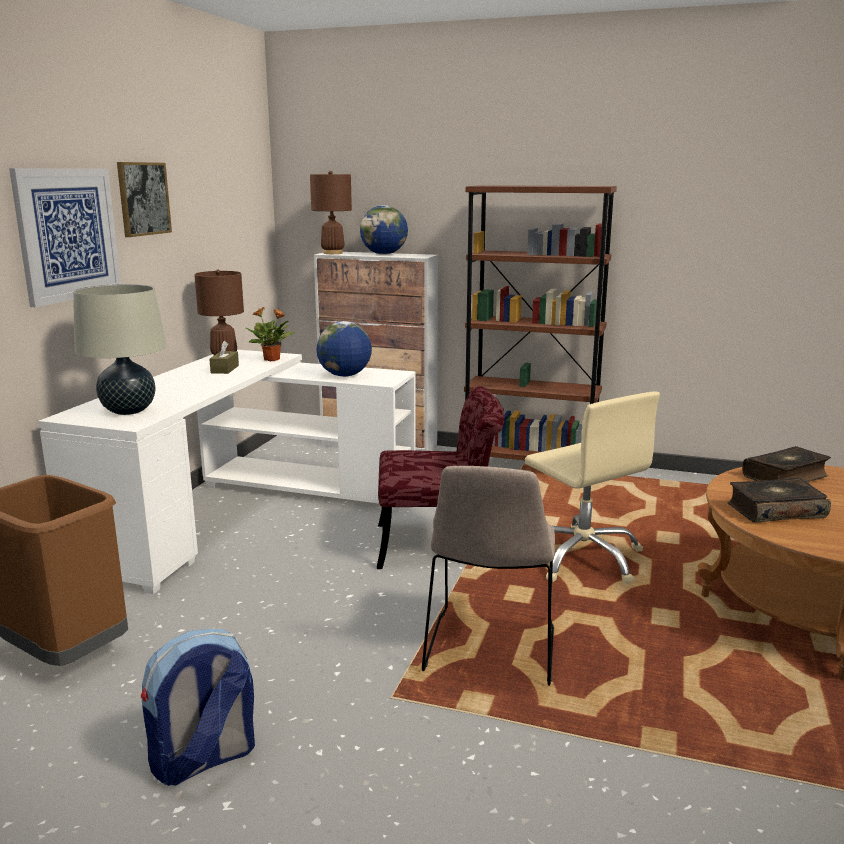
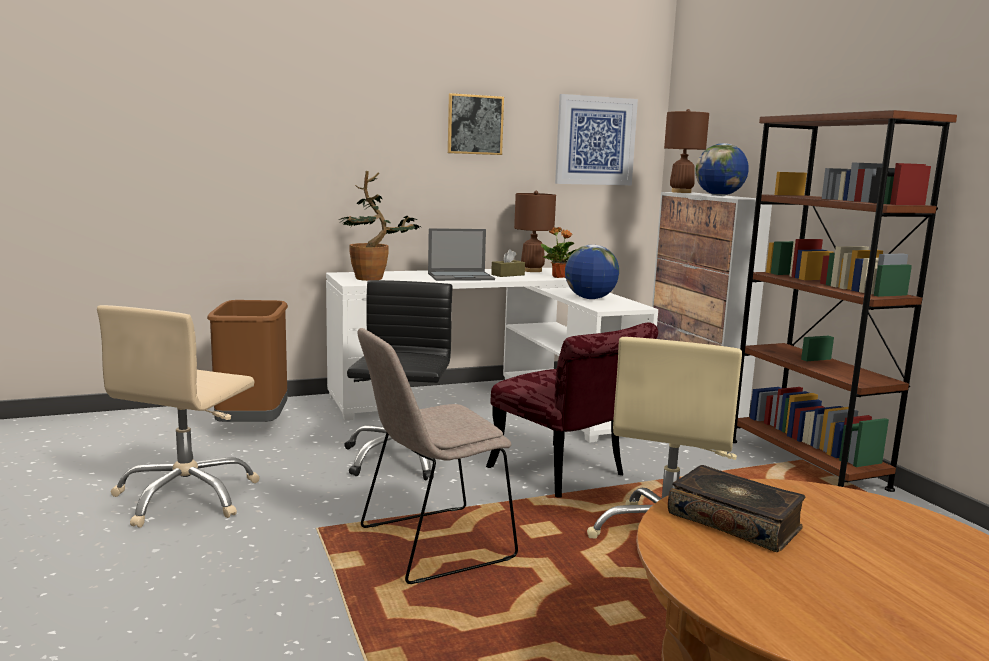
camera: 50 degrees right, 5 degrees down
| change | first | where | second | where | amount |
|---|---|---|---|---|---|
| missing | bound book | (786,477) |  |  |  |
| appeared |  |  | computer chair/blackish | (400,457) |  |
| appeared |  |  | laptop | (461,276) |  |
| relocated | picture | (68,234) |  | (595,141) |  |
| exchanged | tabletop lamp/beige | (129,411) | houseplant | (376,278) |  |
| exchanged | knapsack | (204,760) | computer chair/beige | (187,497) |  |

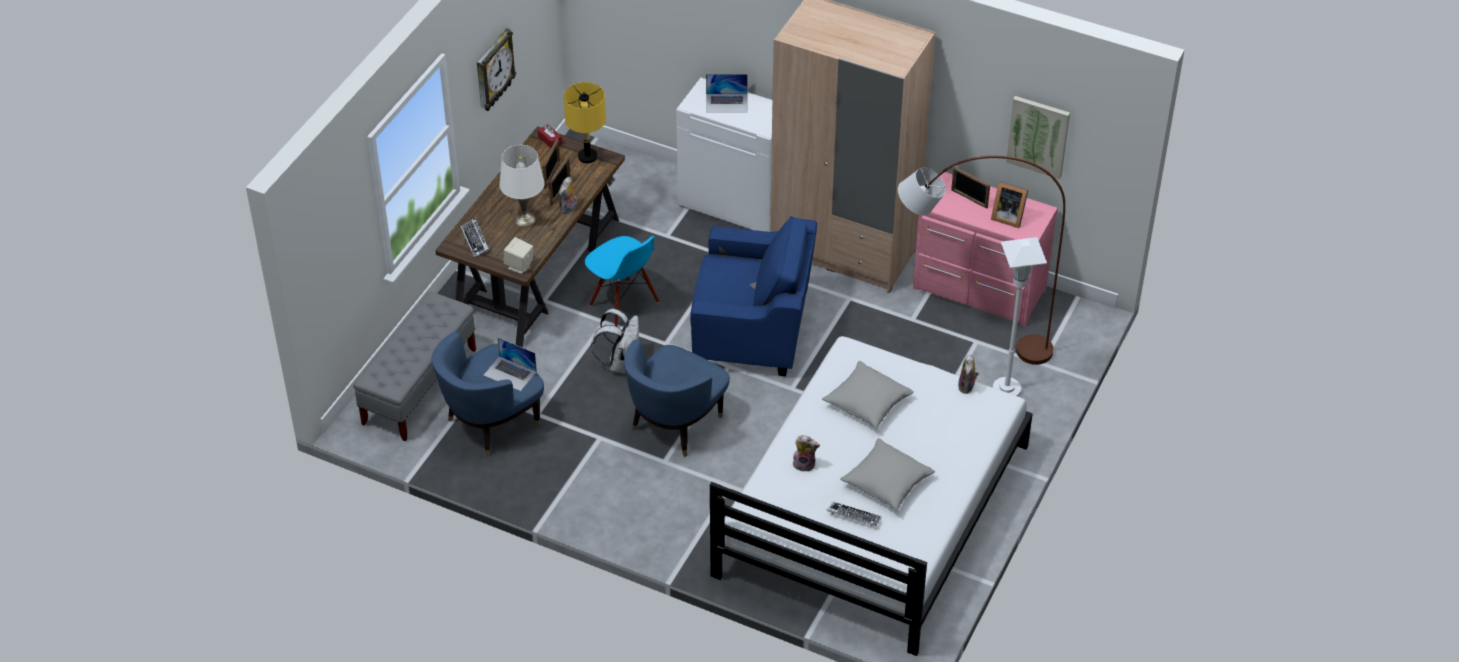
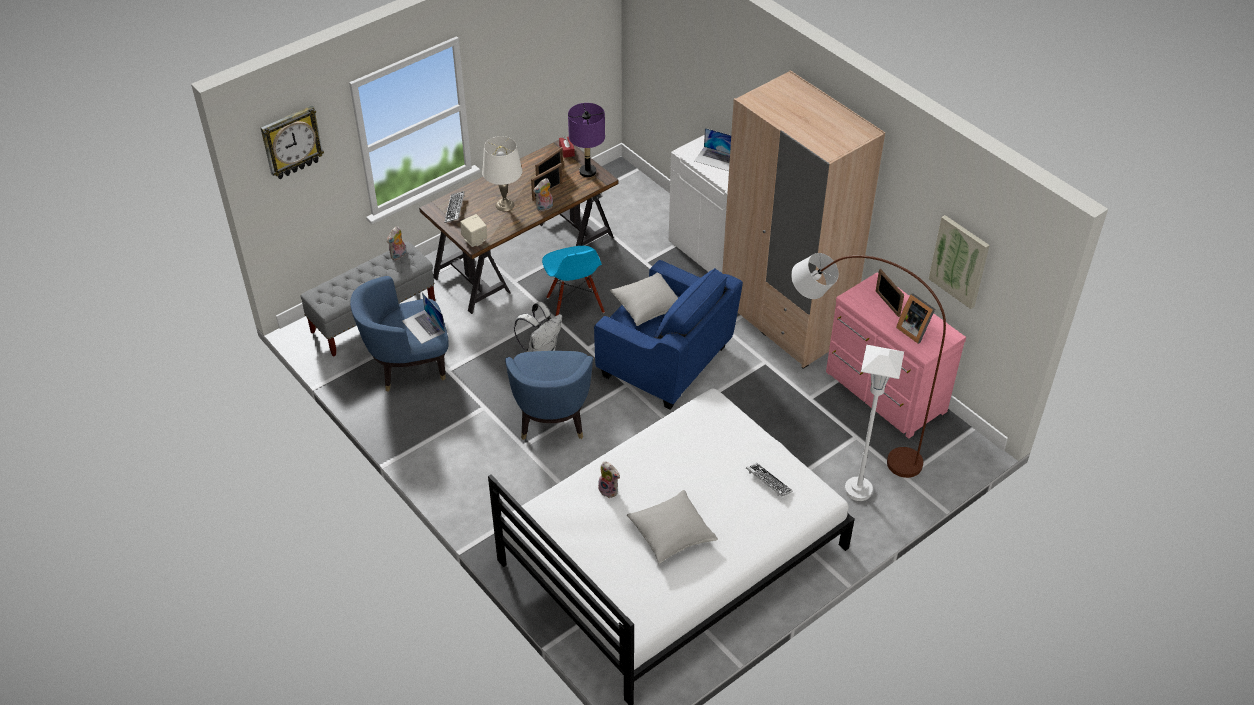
camera: 25 degrees right, 0 degrees up
| change | first | where | second | where | amount |
|---|---|---|---|---|---|
| relocated | hanging clock | (493,70) |  | (291,142) |  |
| relocated | pillow/grey | (867,403) |  | (648,306) |  |
| relocated | keyboard | (853,516) |  | (768,482) |  |
| relocated | cuddly toy | (967,387) |  | (398,255) |  |
| colour | tabletop lamp/yellowish | (587,157) | tabletop lamp/purplish | (588,172) |  |
| spun | lounge chair/blue-coloured | (675,424) |  | (552,418) | 60 degrees counterclockwise |

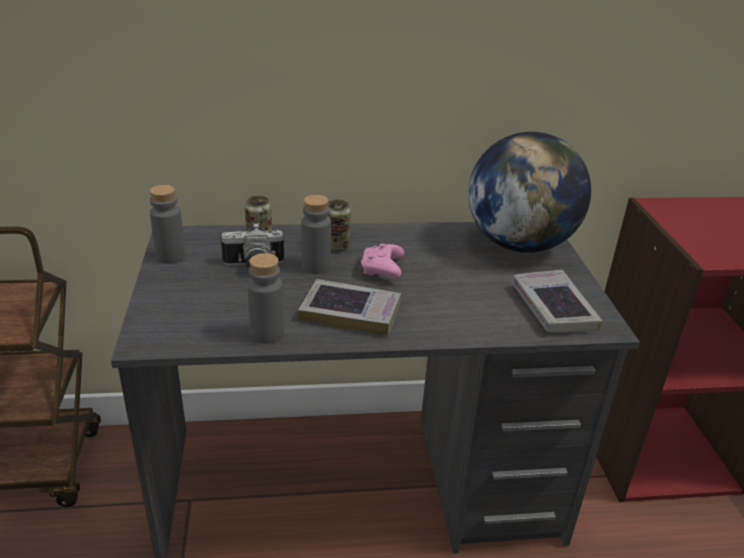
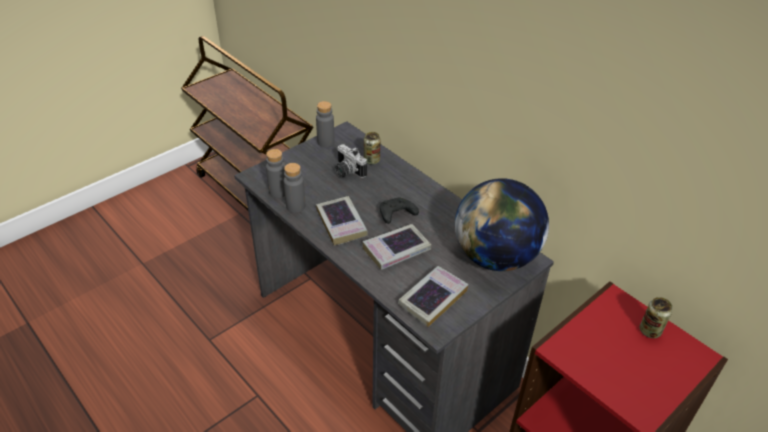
camera: 55 degrees right, 10 degrees up
| change | first | where | second | where | amount |
|---|---|---|---|---|---|
| appeared |  |  | bound book | (396,250) |  |
| relocated | bottle/grey | (316,266) |  | (278,192) |  |
| relocated | metal can | (337,246) |  | (650,331) |  |
| colour | game controller/pinkish | (382,270) | game controller/blackish | (396,215) |  |

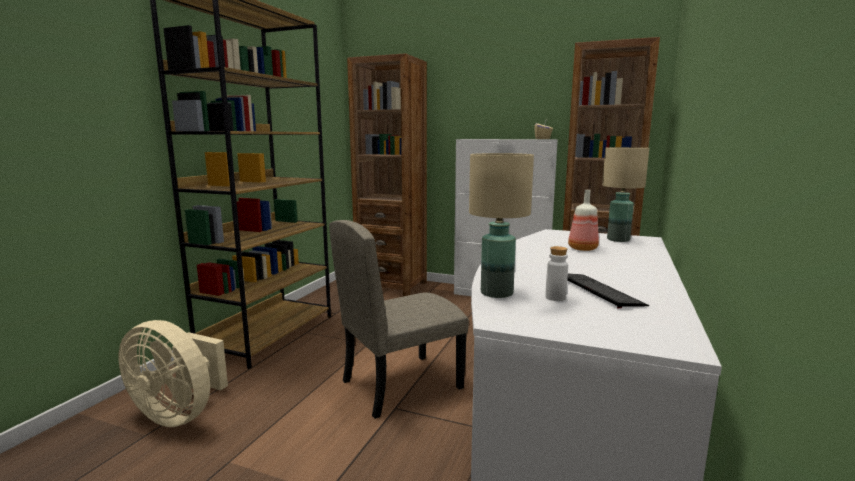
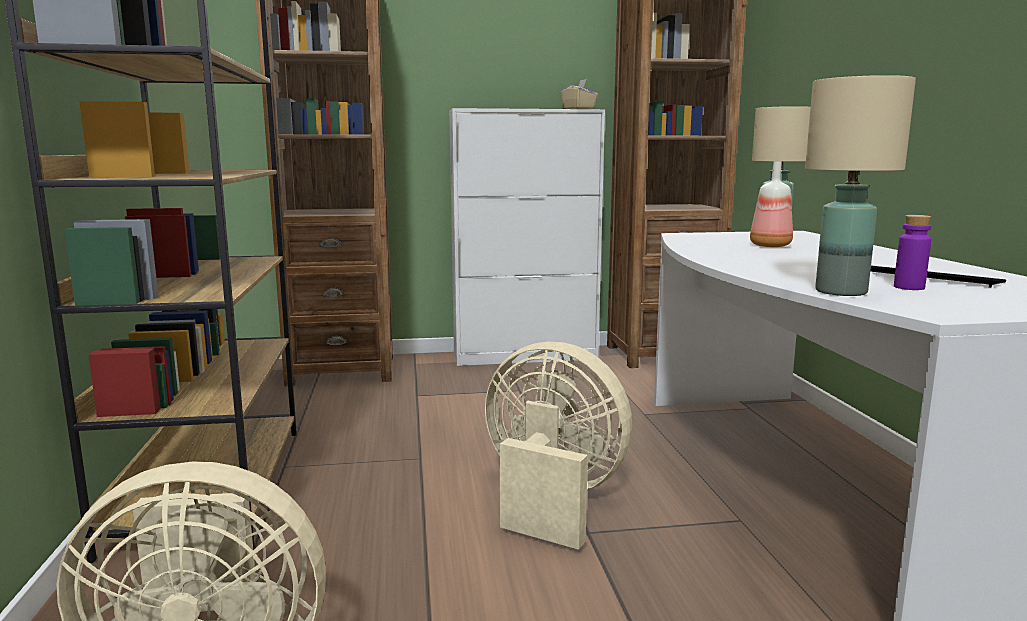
camera: 30 degrees left, 0 degrees up
| change | first | where | second | where | amount |
|---|---|---|---|---|---|
| exchanged | upright chair/beige | (401,384) | electric fan/beige | (551,499) |  |
| colour | bottle/white | (555,297) | bottle/purplish | (909,287) |  |

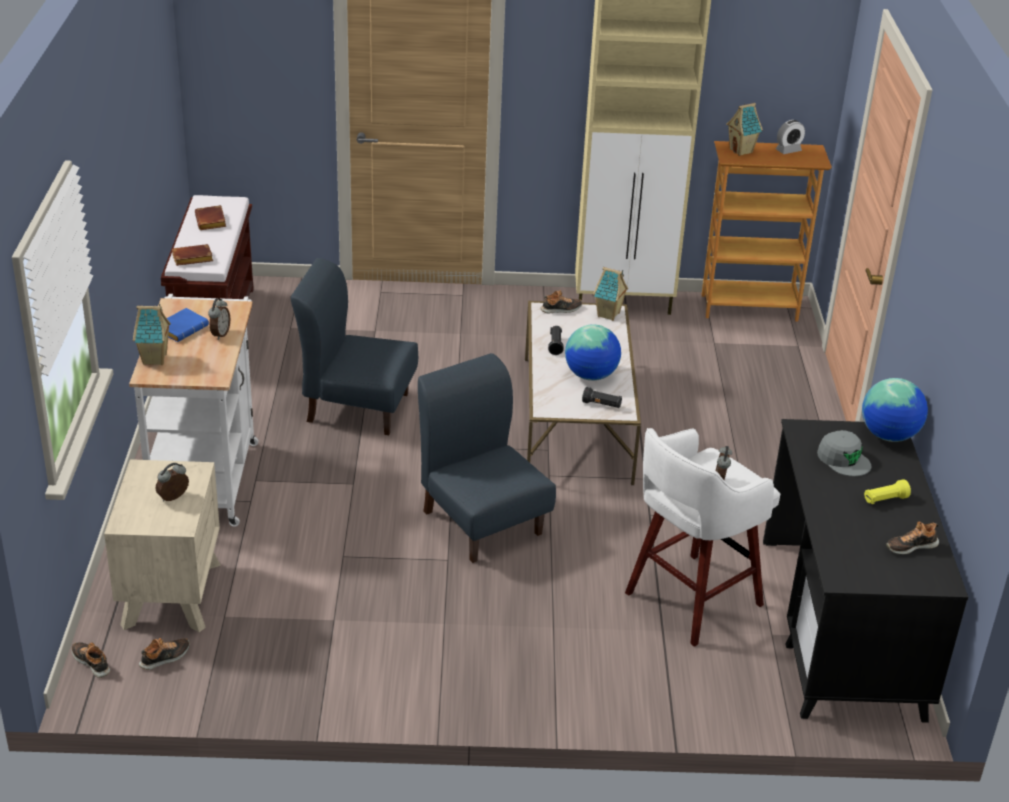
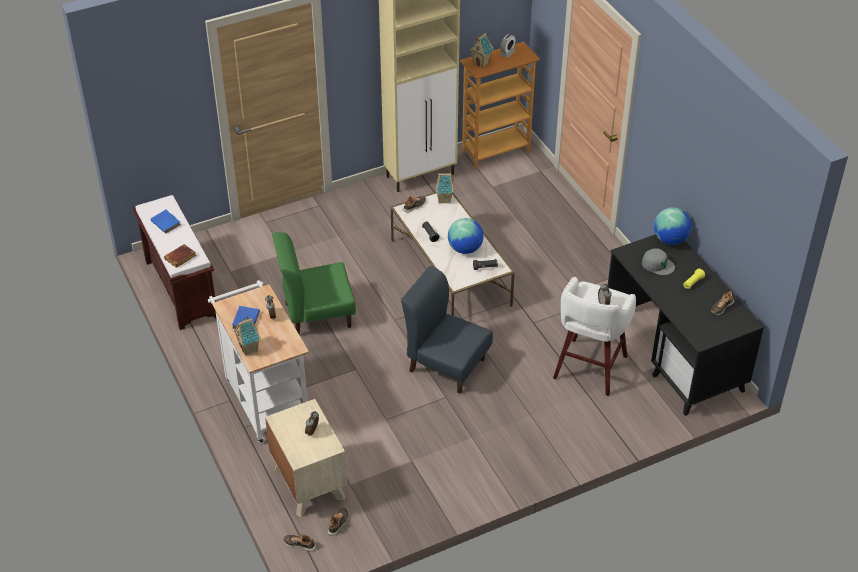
camera: 25 degrees left, 10 degrees up
| change | first | where | second | where | amount |
|---|---|---|---|---|---|
| colour | bound book/brown-coloured | (212,222) | bound book/blue-coloured | (167,223) |  |
| colour | upright chair/blue-coloured | (357,407) | upright chair/green-coloured | (317,314) |  |

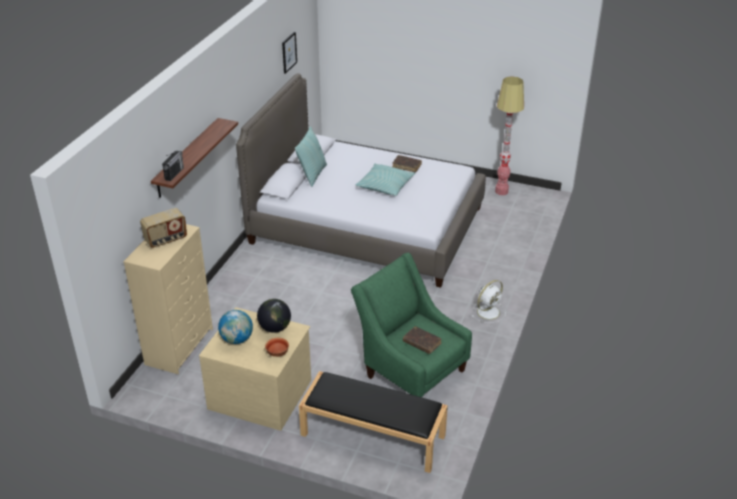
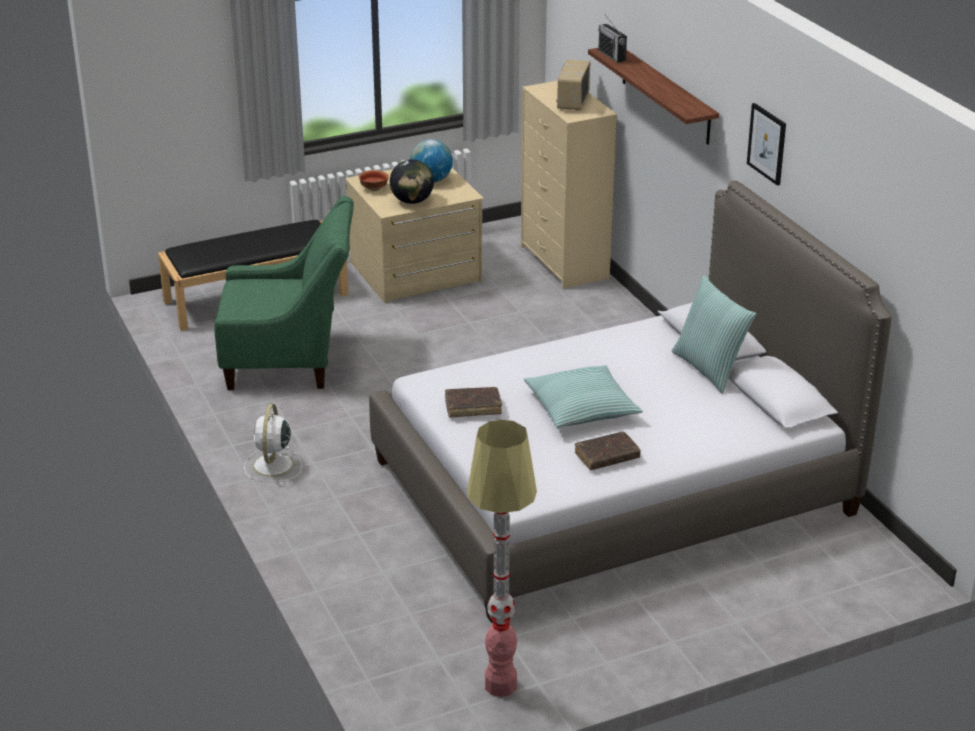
camera: 135 degrees right, 5 degrees down
| change | first | where | second | where | amount |
|---|---|---|---|---|---|
| relocated | picture | (289,52) |  | (767,143) |  |
| relocated | bound book/brown-coloured | (422,343) |  | (473,407) |  |

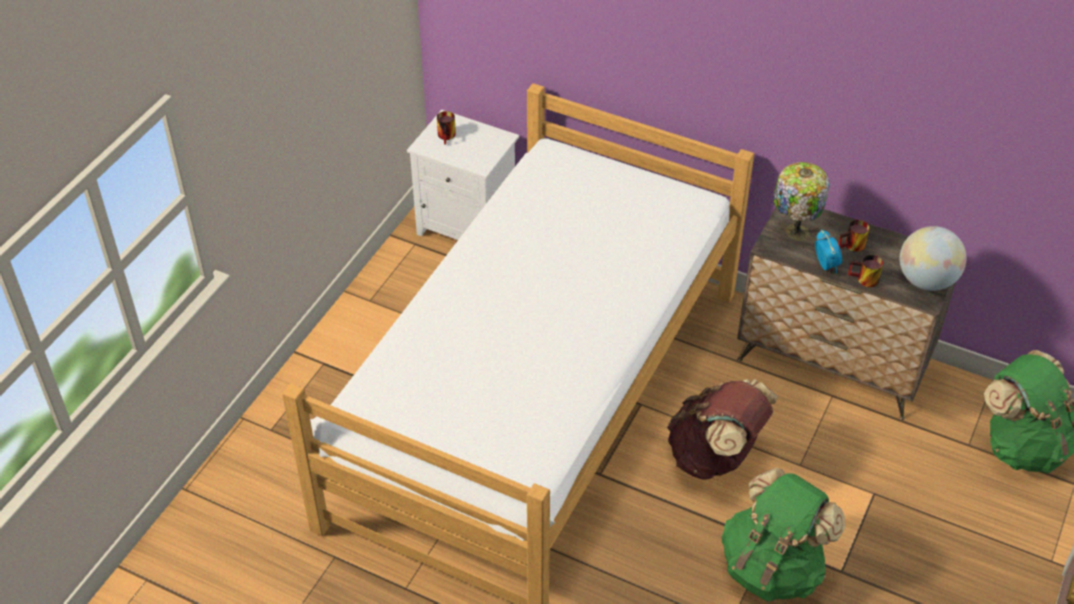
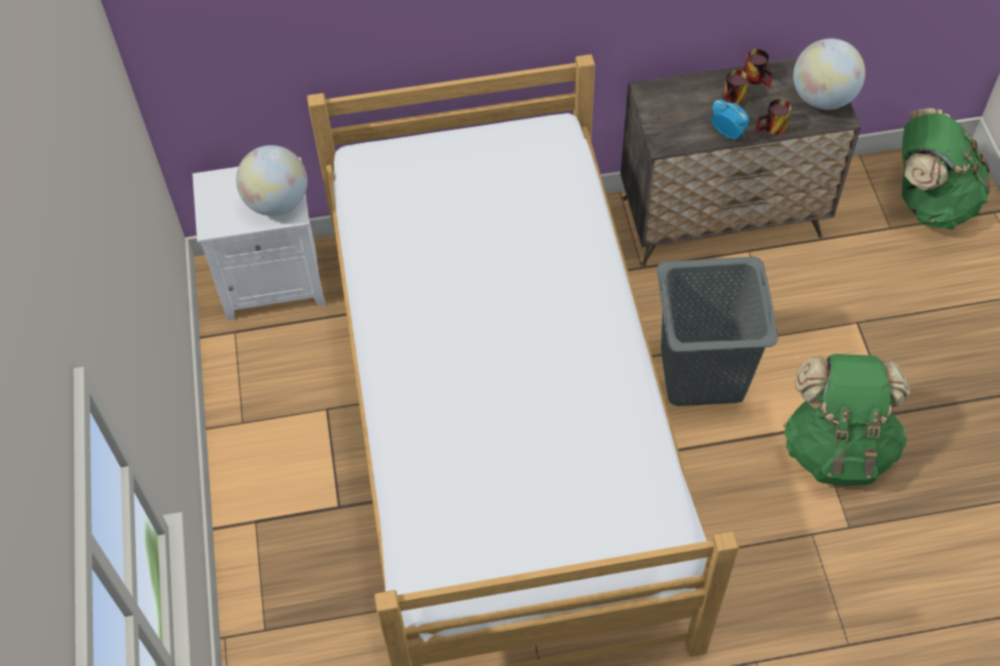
camera: 35 degrees left, 10 degrees up
| change | first | where | second | where | amount |
|---|---|---|---|---|---|
| missing | tabletop lamp | (794,231) |  |  |  |
| appeared |  |  | globe | (277,202) |  |
| relocated | tea mug | (448,136) |  | (758,77) |  |
| exchanged | knapsack/brown-coloured | (715,456) | laundry basket/grey | (703,373) |  |

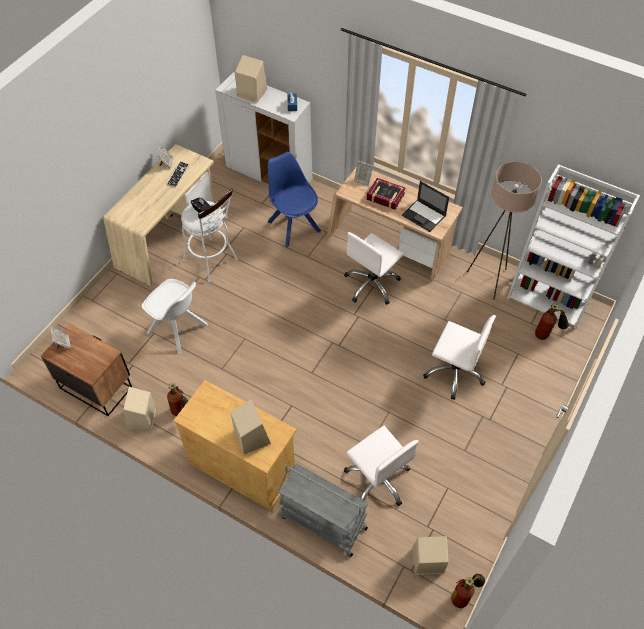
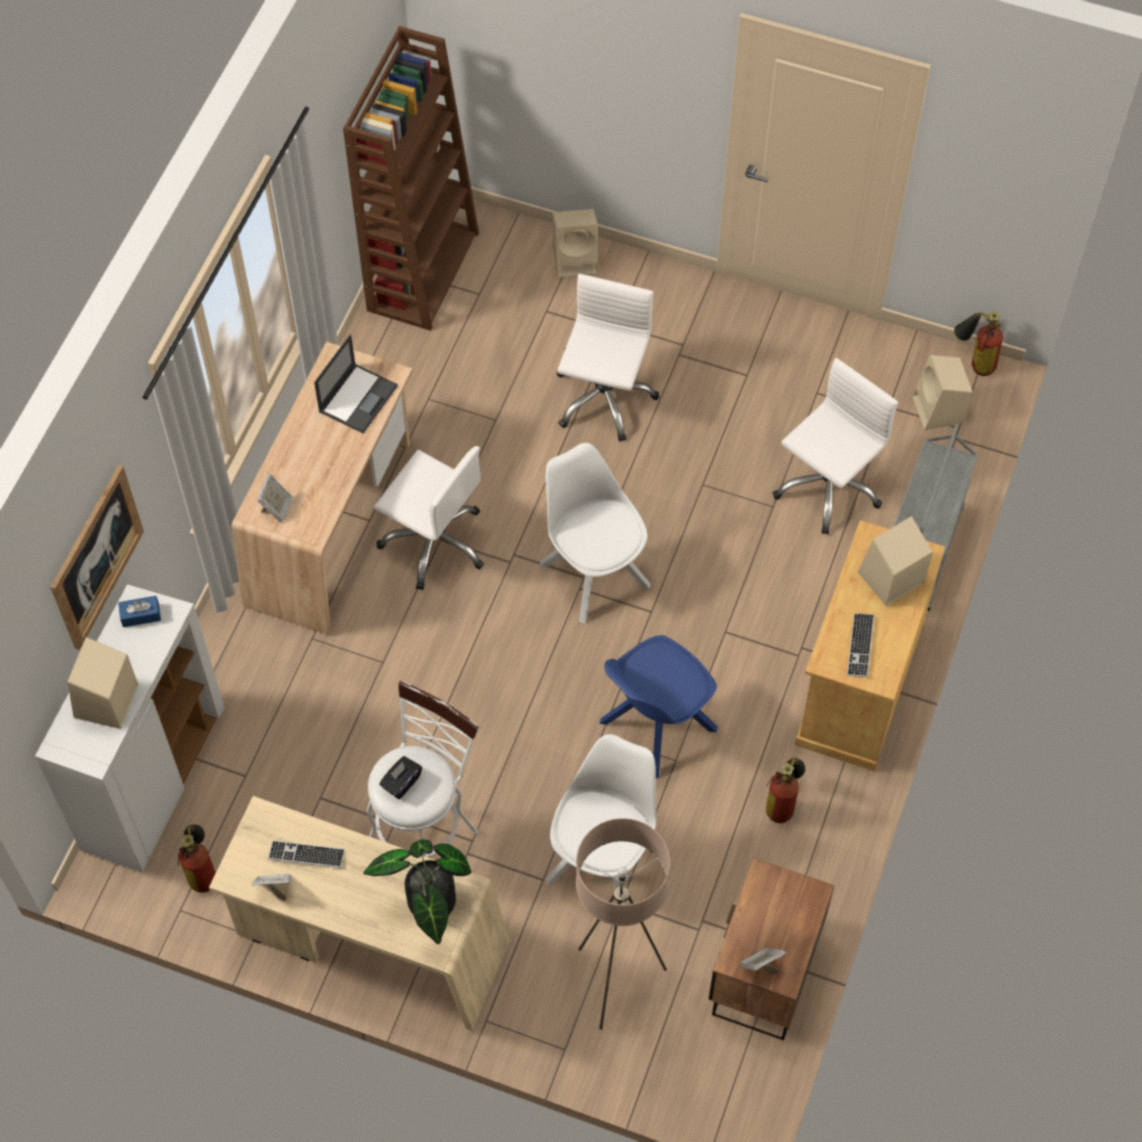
camera: 100 degrees left, 5 degrees up
| change | first | where | second | where | amount |
|---|---|---|---|---|---|
| missing | bound book | (385,197) |  |  |  |
| appeared |  |  | picture | (96,557) |  |
| appeared |  |  | houseplant | (429,905) |  |
| appeared |  |  | upright chair/white | (593,572) |  |
| appeared |  |  | keyboard | (860,646) |  |
| relocated | loudspeaker/beige | (141,419) |  | (576,259) |  |
| relocated | upright chair/blue-coloured | (293,225) |  | (655,727) |  |
| relocated | standard lamp/beige | (488,280) |  | (616,982) |  |
| relocated | extinguisher | (547,334) |  | (201,870) |  |
| colour | bookshelf/white | (549,299) | bookshelf/brown-coloured | (422,270) |  |

